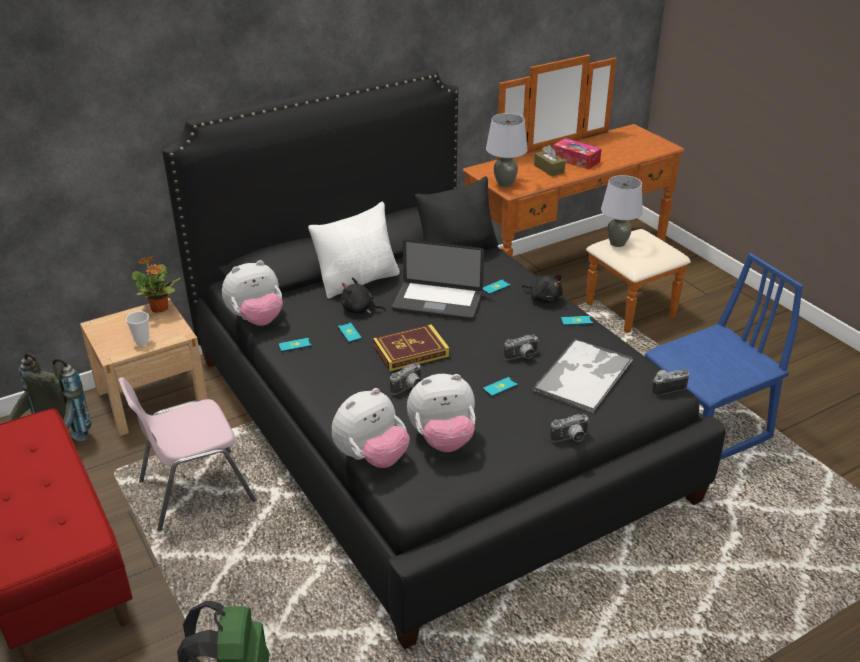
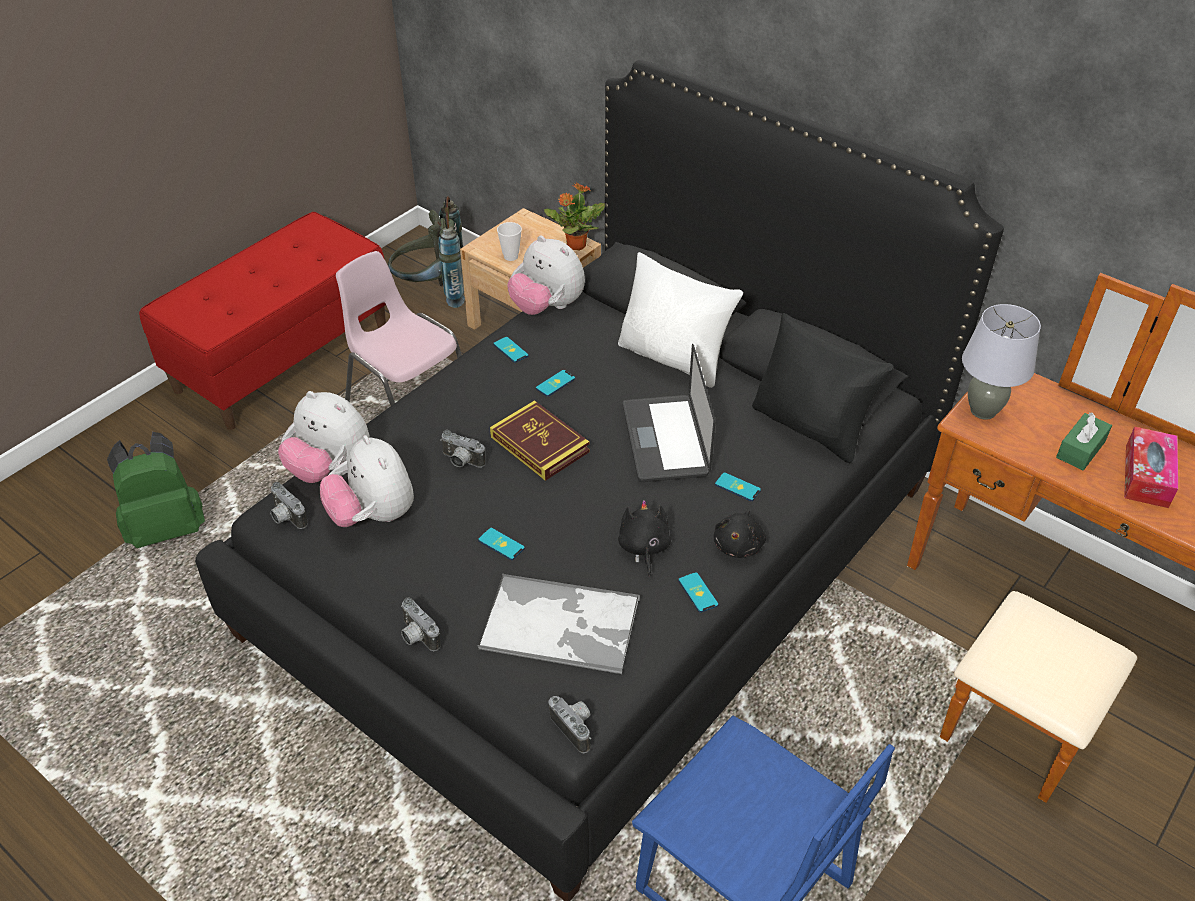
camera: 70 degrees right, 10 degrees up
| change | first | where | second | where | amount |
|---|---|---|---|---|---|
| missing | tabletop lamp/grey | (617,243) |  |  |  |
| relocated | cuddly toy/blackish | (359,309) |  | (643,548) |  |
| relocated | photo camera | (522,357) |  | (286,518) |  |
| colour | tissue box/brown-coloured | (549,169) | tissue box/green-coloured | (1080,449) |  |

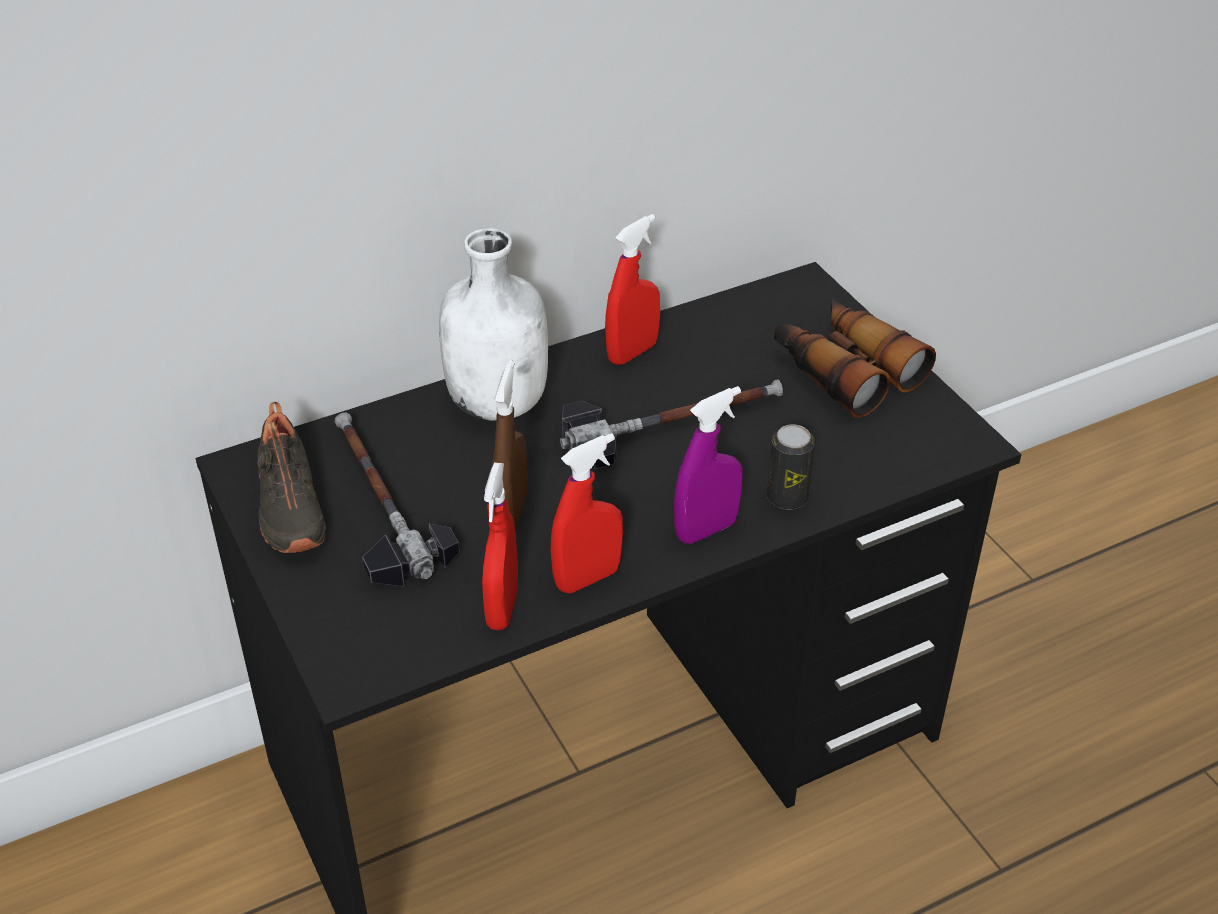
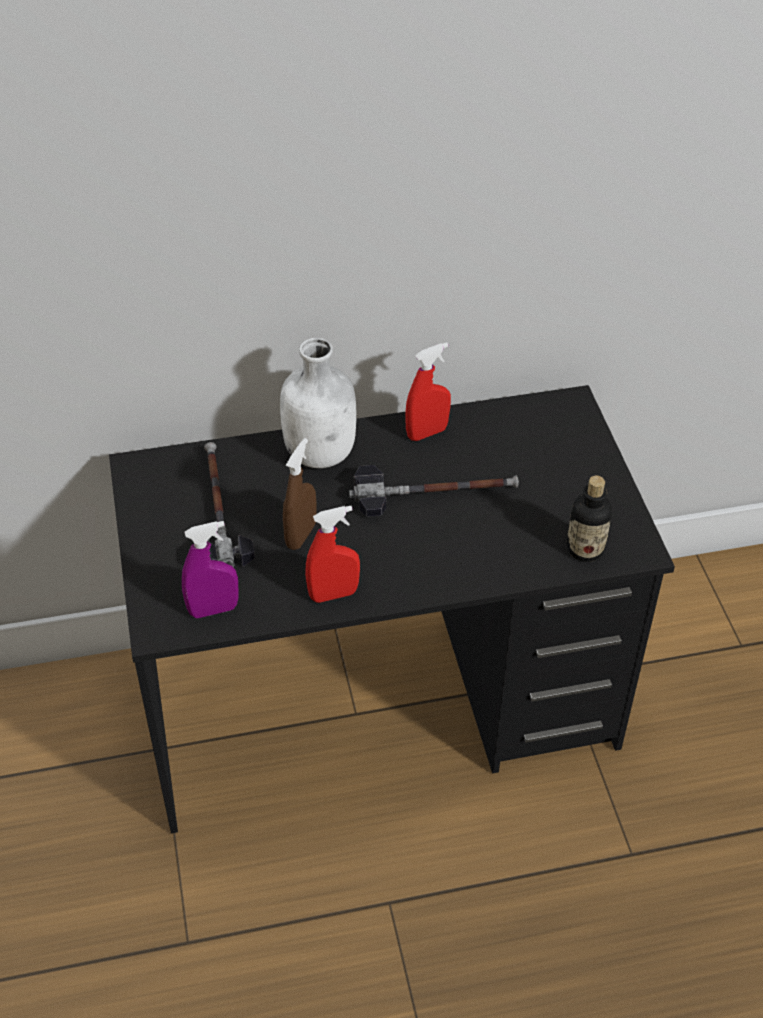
camera: 15 degrees right, 5 degrees up
| change | first | where | second | where | amount |
|---|---|---|---|---|---|
| missing | item of footwear/blackish | (287,507) |  |  |  |
| missing | sprayer/red-coloured | (502,608) |  |  |  |
| missing | metal can | (787,497) |  |  |  |
| missing | binoculars | (845,370) |  |  |  |
| appeared |  |  | bottle | (585,549) |  |
| relocated | sprayer/purplish | (706,530) |  | (213,609) |  |

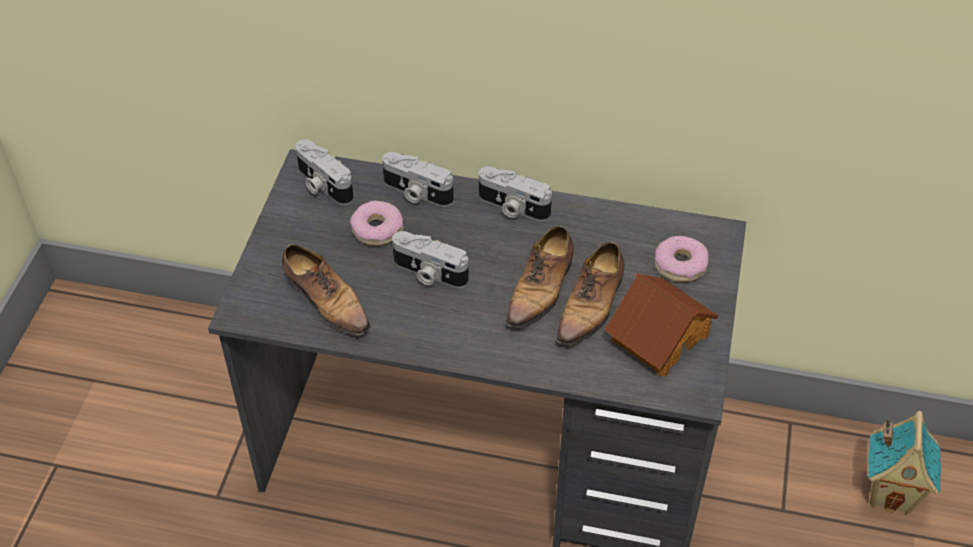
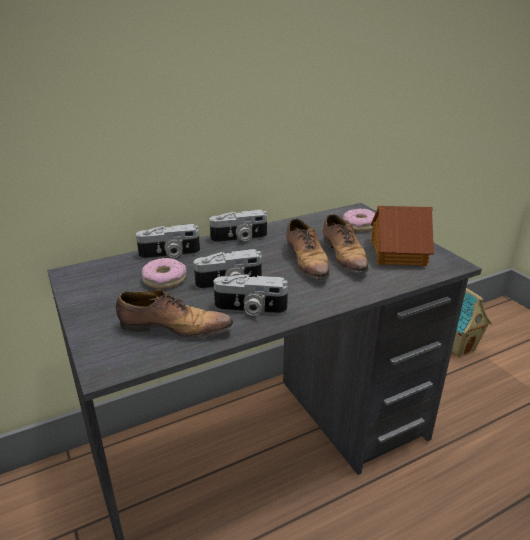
camera: 40 degrees left, 20 degrees down
| change | first | where | second | where | amount |
|---|---|---|---|---|---|
| relocated | photo camera | (322,185) |  | (250,310) |  |

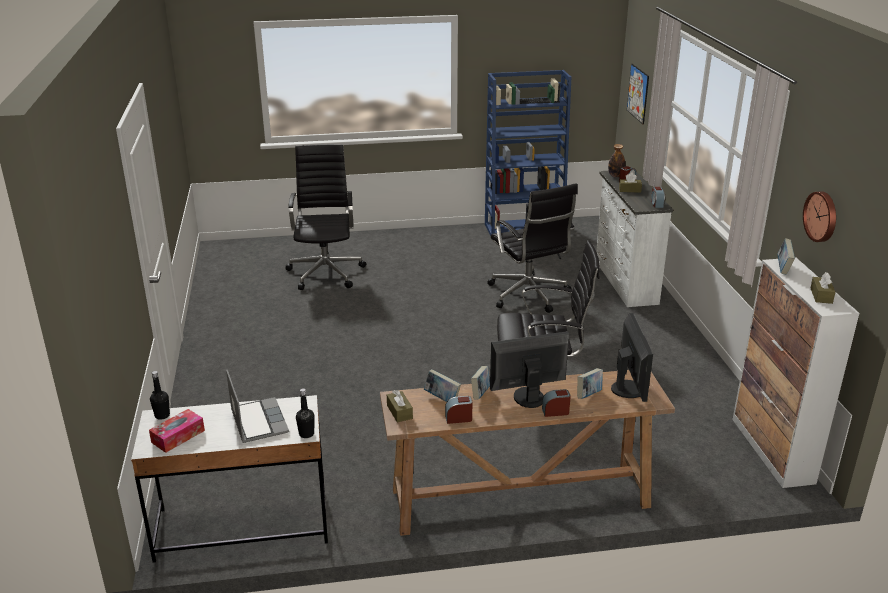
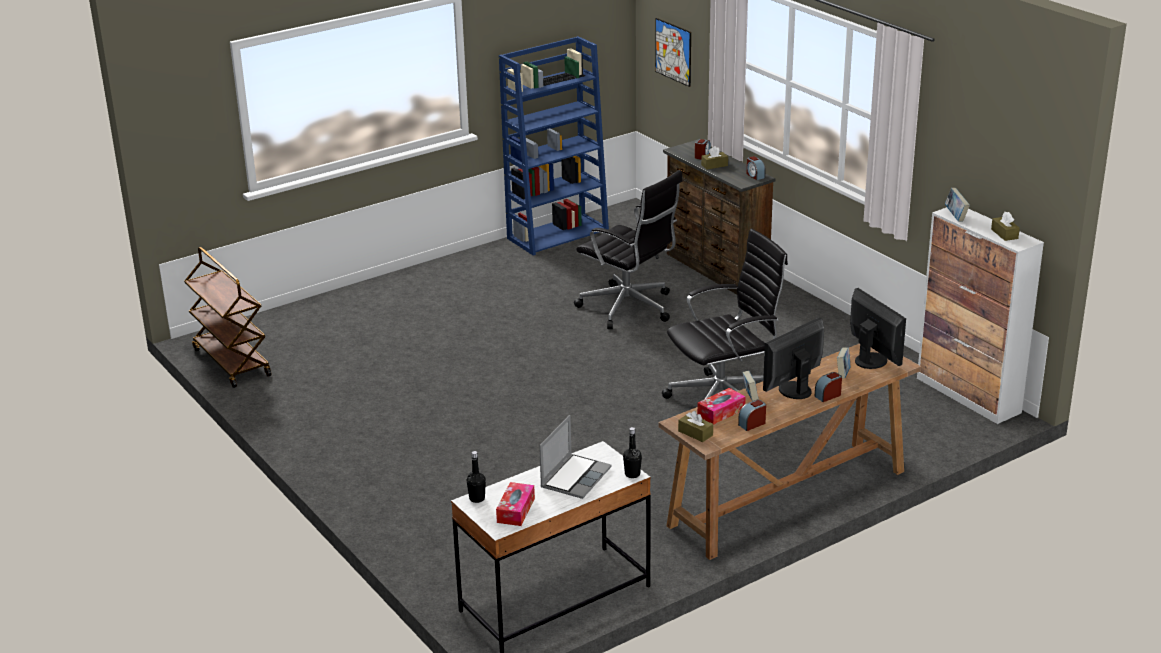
camera: 25 degrees left, 0 degrees up
| change | first | where | second | where | amount |
|---|---|---|---|---|---|
| missing | computer chair/blackish | (326,272) |  |  |  |
| missing | bottle | (616,176) |  |  |  |
| missing | hanging clock | (821,216) |  |  |  |
| appeared |  |  | trolley/brown-coloured | (231,362) |  |
| exchanged | bound book | (442,399) | tissue box | (721,412) |  |
| colour | chest of drawers/white | (624,282) | chest of drawers/brown-coloured | (715,270) |  |
| spun | laptop | (258,421) |  | (575,477) | 75 degrees clockwise |

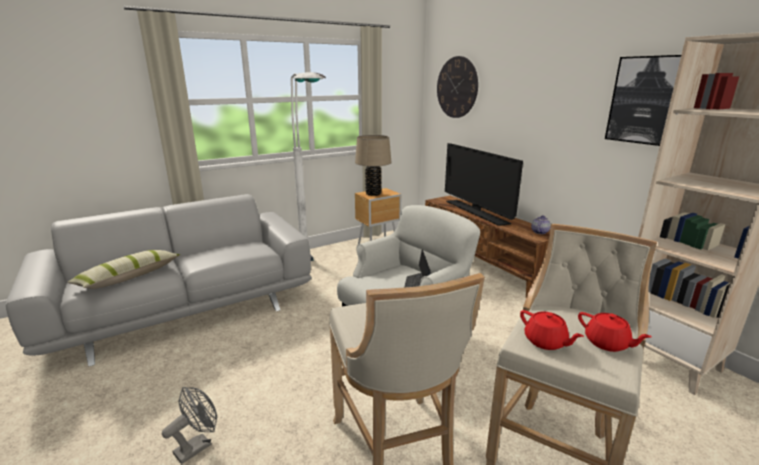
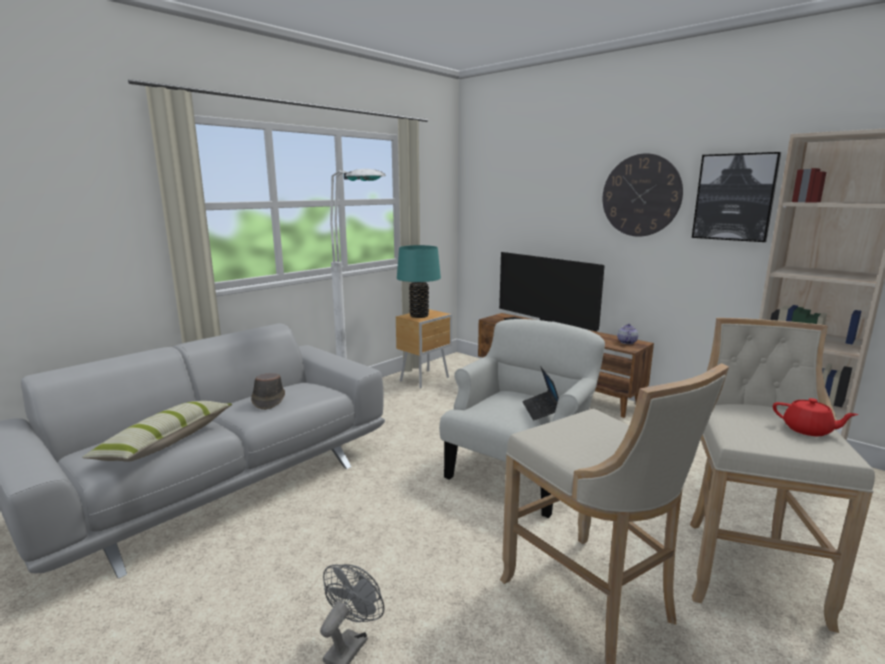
camera: 15 degrees left, 5 degrees down
| change | first | where | second | where | amount |
|---|---|---|---|---|---|
| missing | tea pot/red-coloured | (546,342) |  |  |  |
| appeared |  |  | wearable hat/brown-coloured | (268,400) |  |
| relocated | hanging clock | (457,87) |  | (641,195) |  |
| colour | tabletop lamp/beige | (373,194) | tabletop lamp/blue-green | (419,316) |  |

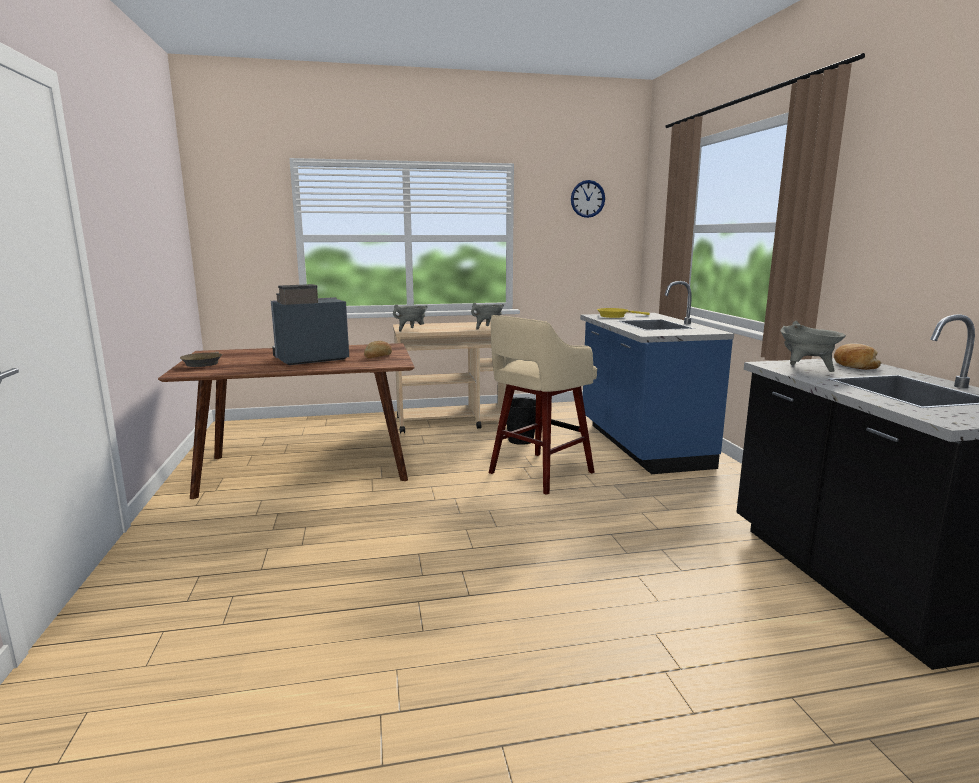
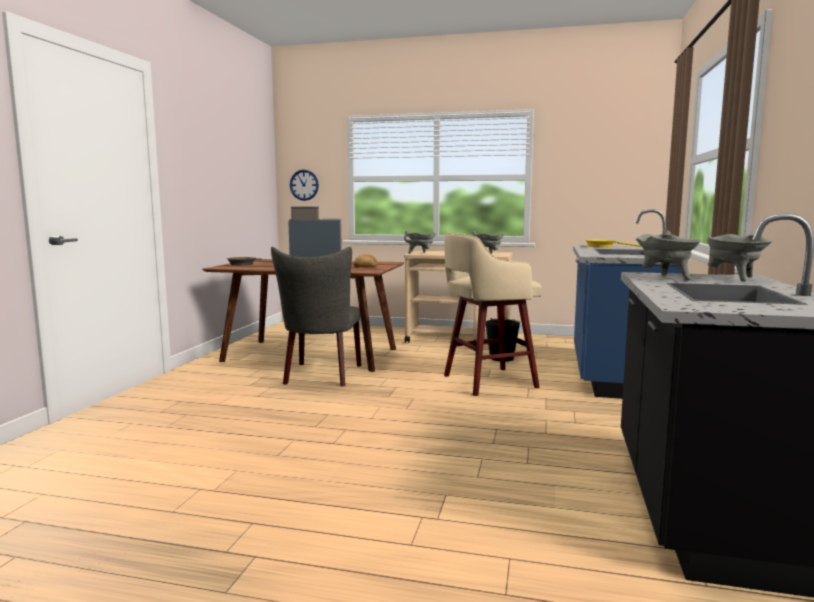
camera: 25 degrees right, 5 degrees down
| change | first | where | second | where | amount |
|---|---|---|---|---|---|
| appeared |  |  | upright chair/grey | (321,376) |  |
| relocated | hanging clock | (587,199) |  | (304,185) |  |
| exchanged | bakery bread | (854,365) | stockpot/grey | (734,278) |  |

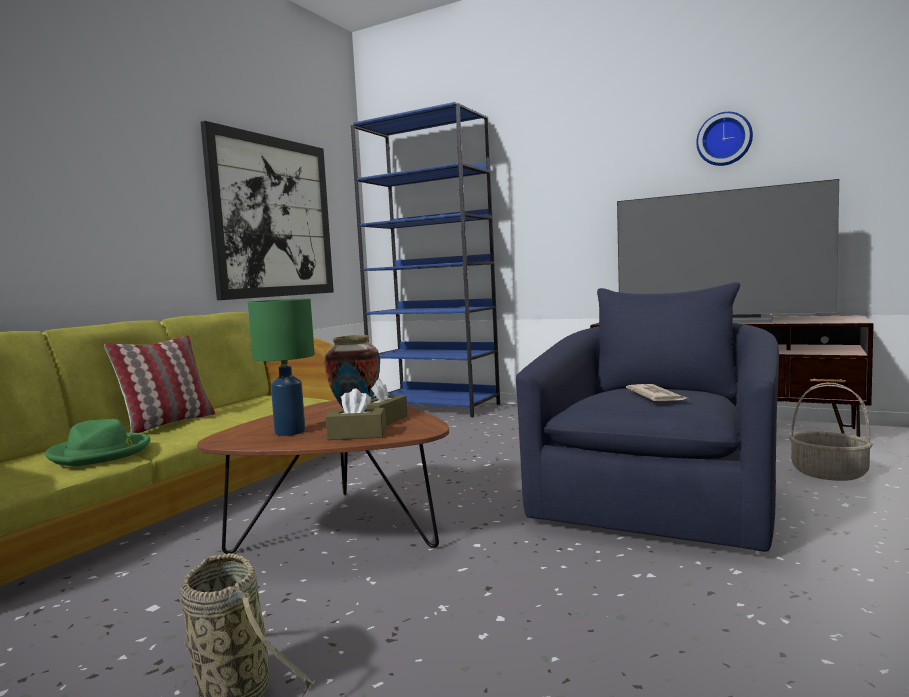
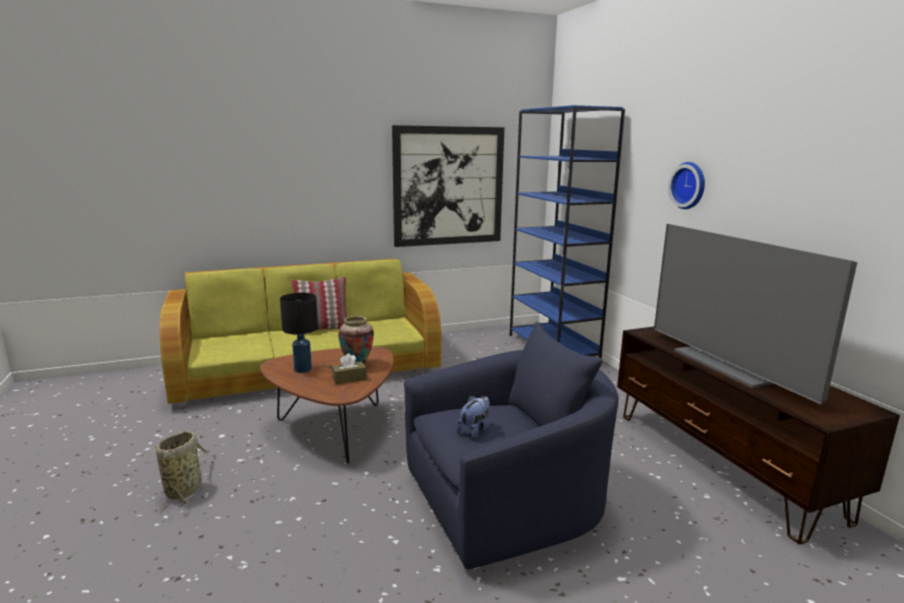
camera: 40 degrees right, 10 degrees up
| change | first | where | second | where | amount |
|---|---|---|---|---|---|
| missing | wearable hat/green-coloured | (100,453) |  |  |  |
| missing | tissue box/brown-coloured | (357,435) |  |  |  |
| missing | basket | (829,473) |  |  |  |
| relocated | hanging clock | (724,139) |  | (690,185) |  |
| exchanged | newspaper | (656,396) | cuddly toy | (474,430) |  |
| colour | tabletop lamp/green-coloured | (291,432) | tabletop lamp/blackish | (303,369) |  |

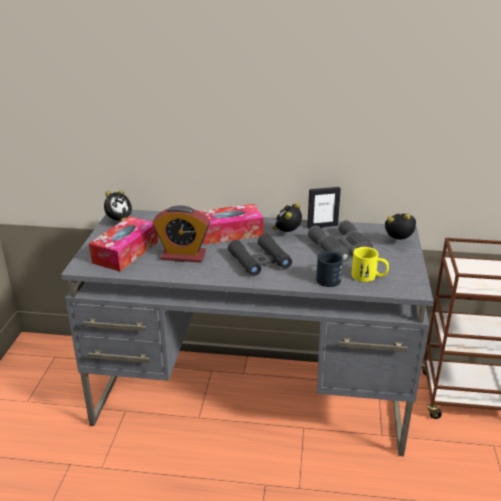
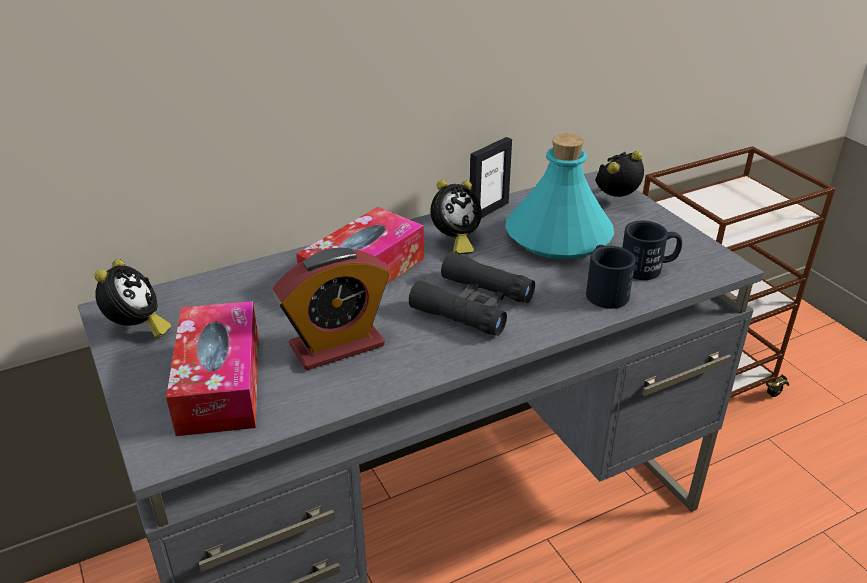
camera: 35 degrees left, 5 degrees up
| change | first | where | second | where | amount |
|---|---|---|---|---|---|
| exchanged | binoculars/grey | (341,248) | bottle/blue-green | (558,237) |  |
| colour | tea mug/yellowish | (369,276) | tea mug/blackish | (649,268) |  |
| spun | alarm clock | (287,234) |  | (454,242) | 120 degrees counterclockwise |

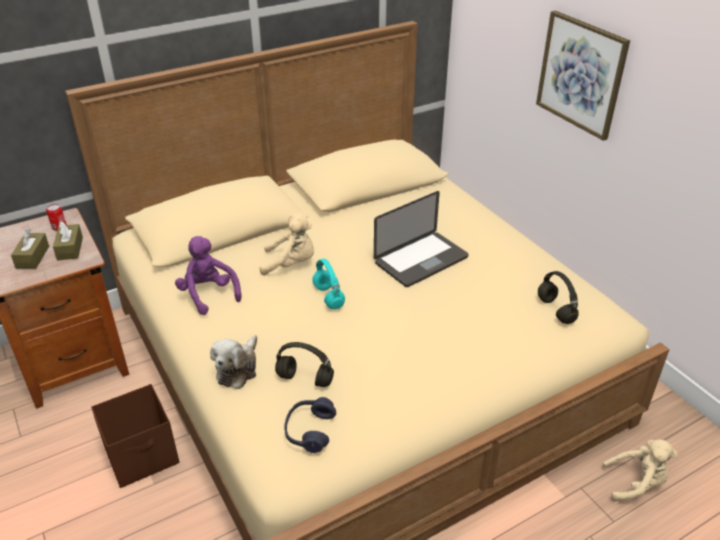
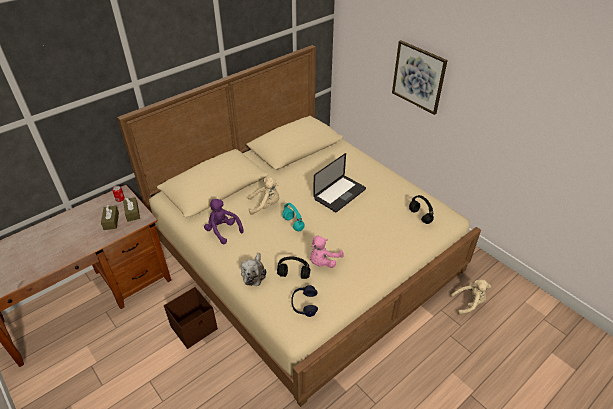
camera: 10 degrees left, 5 degrees up
| change | first | where | second | where | amount |
|---|---|---|---|---|---|
| appeared |  |  | cuddly toy/pinkish | (323,261) |  |

